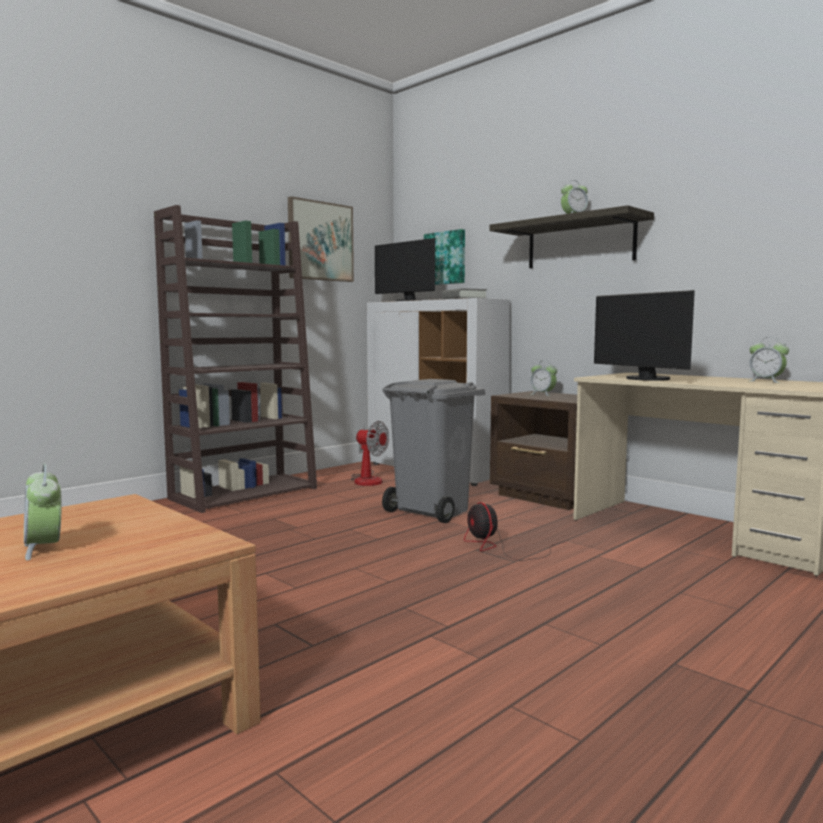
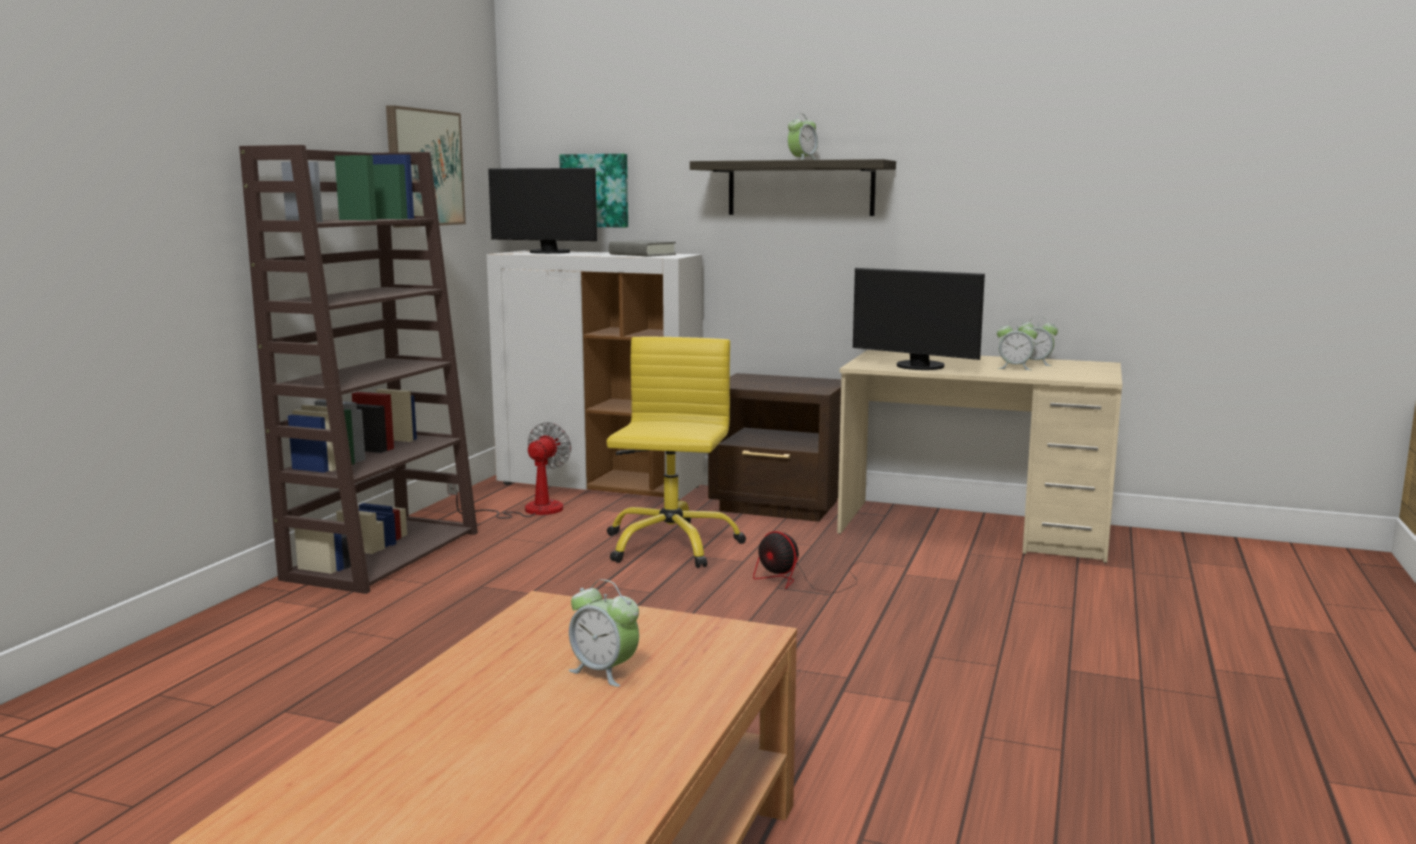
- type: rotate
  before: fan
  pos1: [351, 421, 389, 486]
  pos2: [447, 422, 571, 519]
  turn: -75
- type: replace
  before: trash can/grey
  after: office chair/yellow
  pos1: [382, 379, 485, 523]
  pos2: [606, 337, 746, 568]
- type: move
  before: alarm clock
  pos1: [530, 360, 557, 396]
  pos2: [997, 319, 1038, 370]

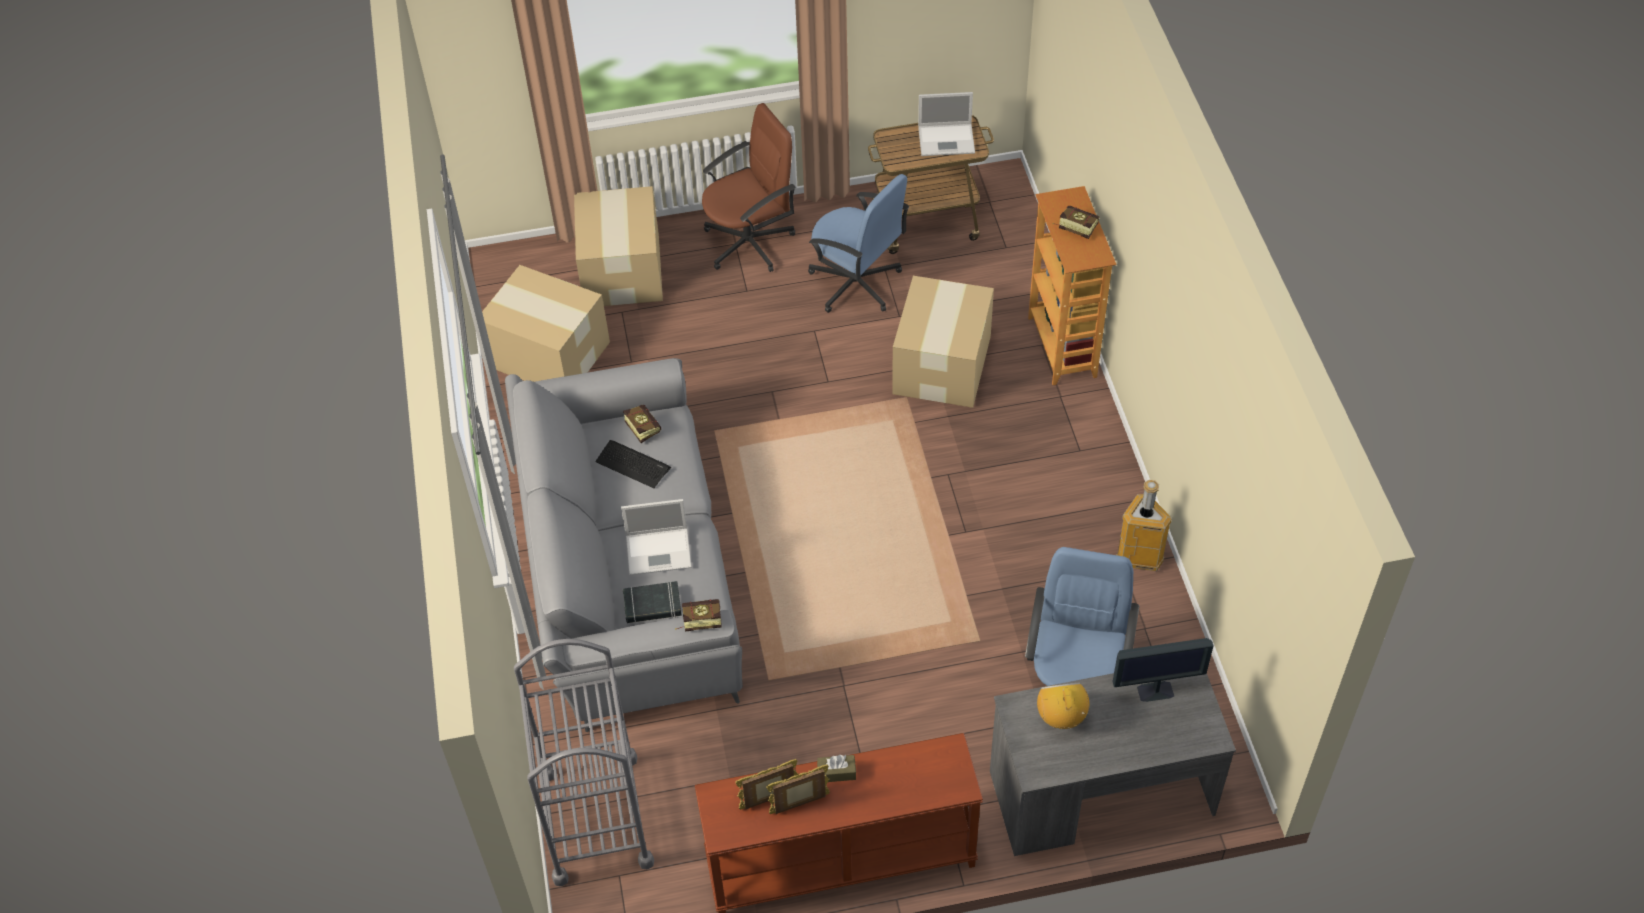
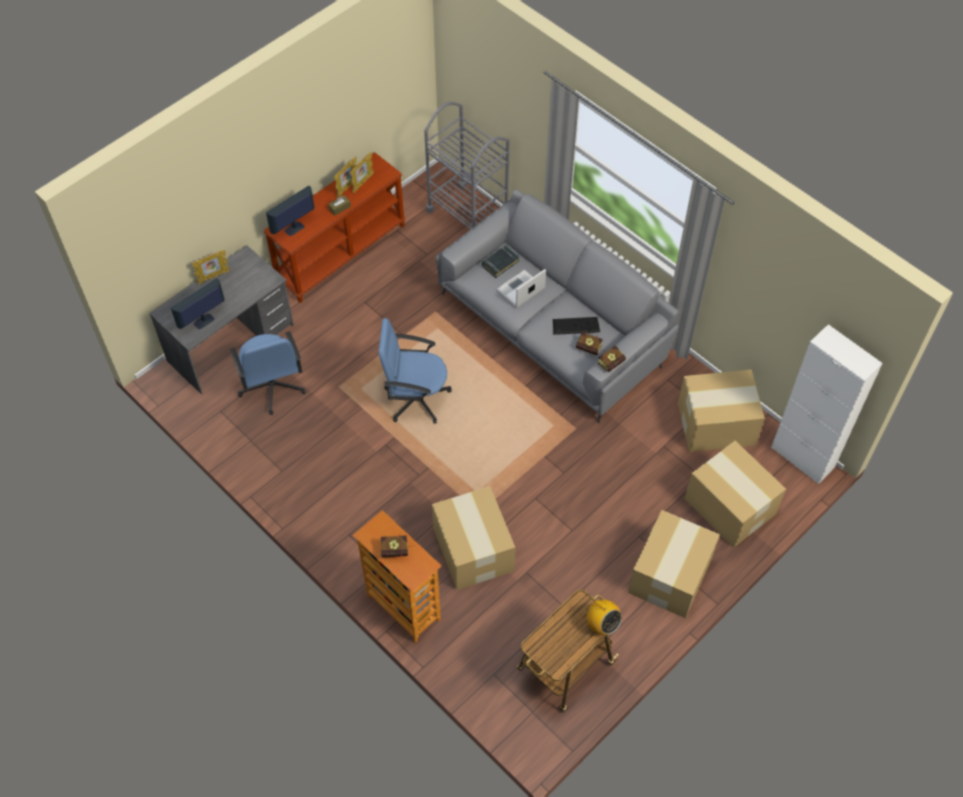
- type: insert
  after: picture frame
  pos2: [192, 250, 230, 284]
- type: insert
  after: monitor
  pos2: [266, 186, 314, 236]
- type: move
  before: office chair/blue
  pos1: [808, 174, 909, 313]
  pos2: [379, 318, 452, 424]
- type: move
  before: radio
  pos1: [1037, 682, 1089, 729]
  pos2: [587, 600, 622, 635]
- type: move
  before: book
  pos1: [675, 599, 722, 631]
  pos2: [598, 345, 626, 372]
- type: replace
  before: office chair/brown
  after: cardboard box
  pos1: [702, 103, 796, 272]
  pos2: [628, 510, 720, 618]
- type: insert
  after: cabinet/white
  pos2: [771, 324, 882, 484]
- type: delete
  before: laptop
  pos1: [918, 92, 975, 156]
- type: delete
  before: trash can
  pos1: [1116, 480, 1172, 571]

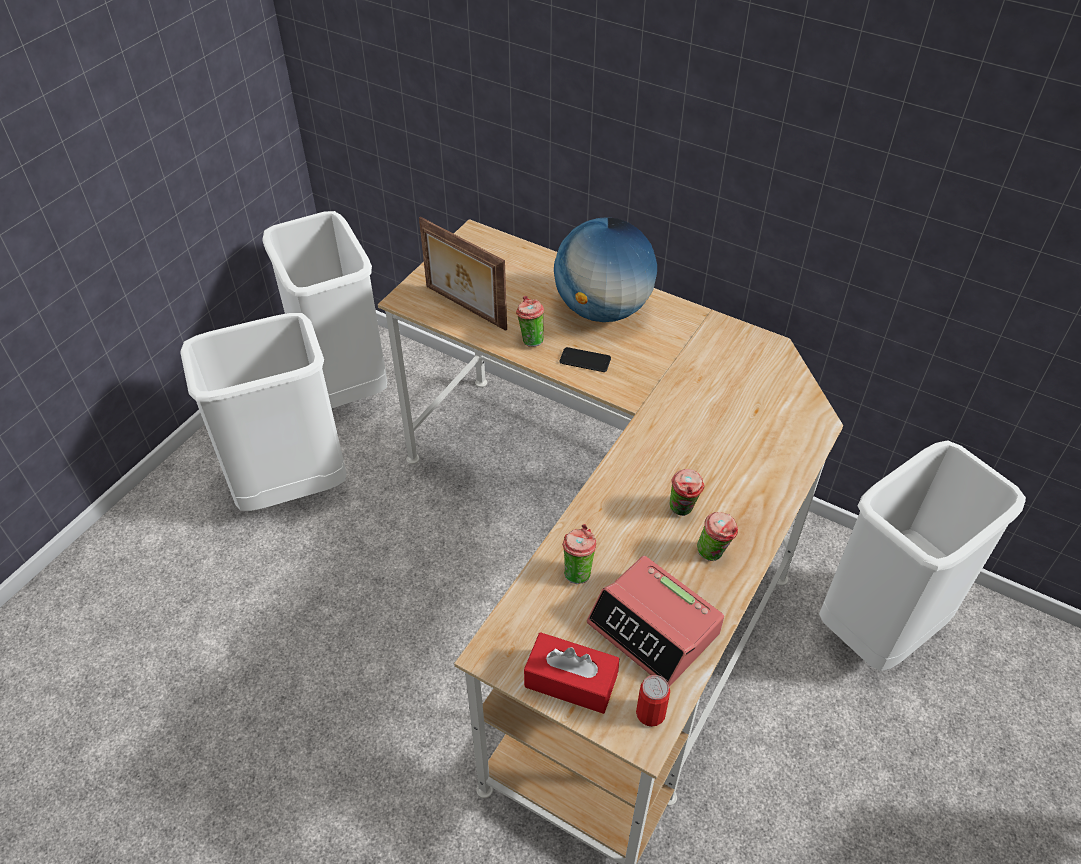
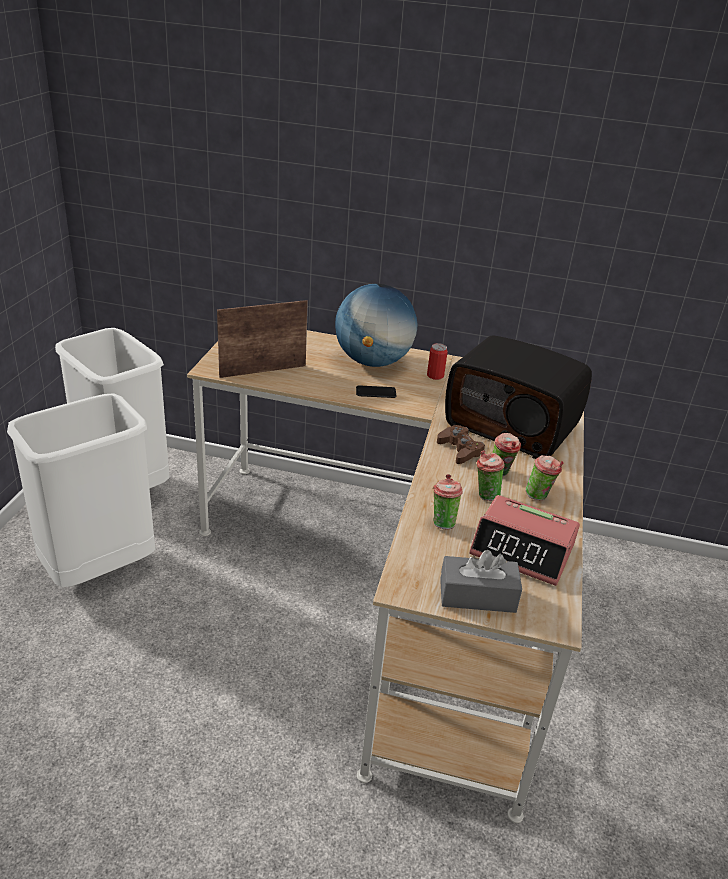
- type: rotate
  before: picture frame
  pos1: [419, 217, 507, 331]
  pos2: [217, 300, 308, 378]
  turn: 135
- type: move
  before: can
  pos1: [636, 675, 670, 727]
  pos2: [427, 343, 448, 380]
- type: insert
  after: game controller/brown
  pos2: [437, 425, 485, 464]
- type: recolor
  before: tissue box/red
  after: tissue box/grey
  pos1: [524, 632, 619, 714]
  pos2: [440, 550, 522, 613]
- type: insert
  after: radio
  pos2: [445, 336, 592, 459]
- type: move
  before: cup
  pos1: [516, 296, 544, 347]
  pos2: [477, 450, 505, 501]
- type: delete
  before: trash can/white
  pos1: [819, 440, 1026, 671]

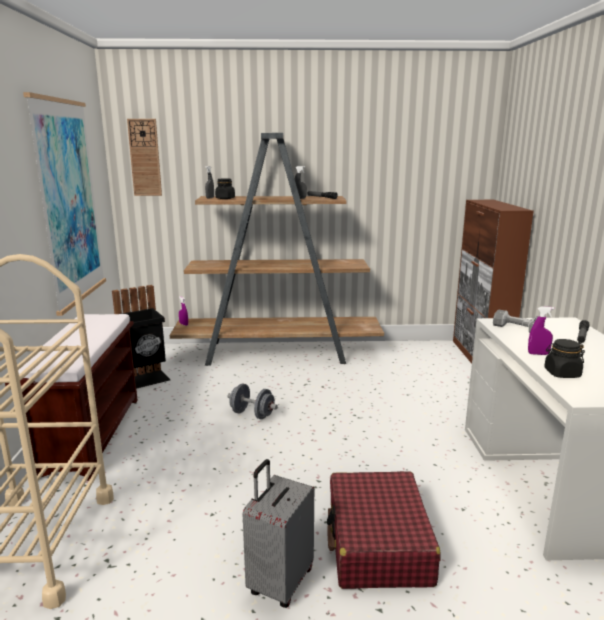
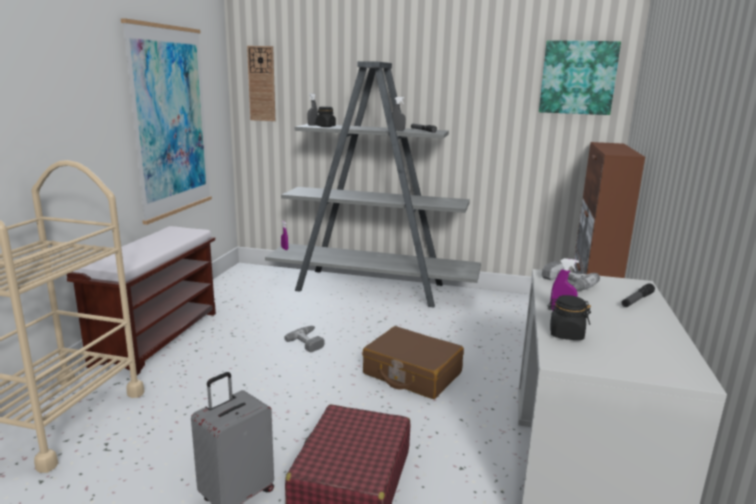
- type: recolor
  before: bookcase/brown
  after: bookcase/grey
  pos1: [170, 133, 384, 366]
  pos2: [265, 61, 481, 308]
- type: replace
  before: dumbbell/grey
  after: power drill
  pos1: [227, 384, 278, 419]
  pos2: [284, 326, 324, 353]
- type: insert
  after: suitcase/brown
  pos2: [362, 326, 464, 399]
- type: insert
  after: picture
  pos2: [539, 40, 621, 115]
- type: delete
  before: trash can/black
  pos1: [112, 285, 170, 389]

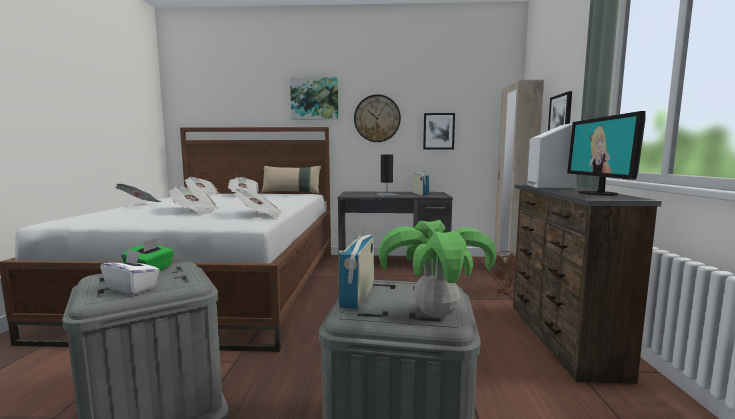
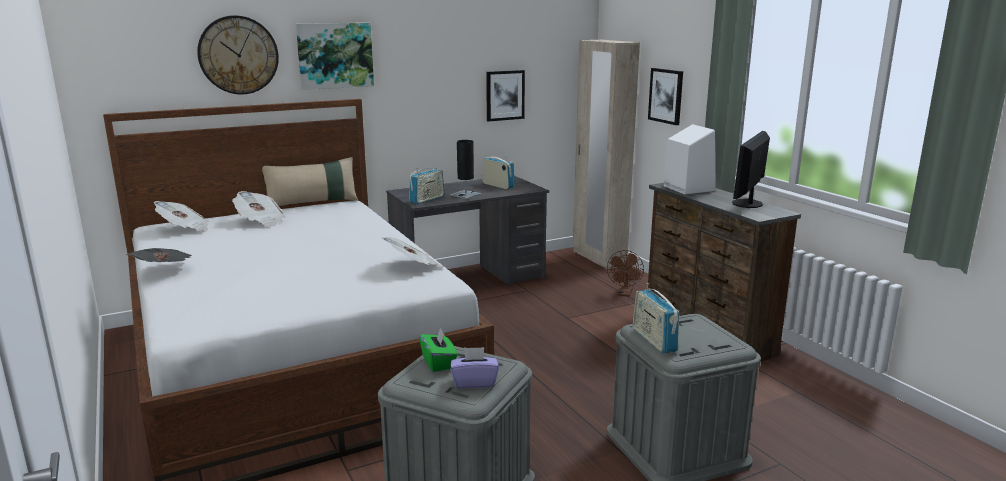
- type: move
  before: wall clock
  pos1: [354, 94, 401, 142]
  pos2: [197, 15, 279, 94]
- type: insert
  after: radio
  pos2: [409, 168, 444, 204]
- type: recolor
  before: tissue box/white
  after: tissue box/purple
  pos1: [100, 250, 160, 295]
  pos2: [451, 347, 499, 388]
- type: rotate
  before: monitor
  pos1: [567, 111, 646, 196]
  pos2: [732, 131, 770, 208]
  turn: 60
- type: delete
  before: newspaper
  pos1: [169, 186, 218, 214]
- type: delete
  before: potted plant
  pos1: [379, 220, 496, 318]

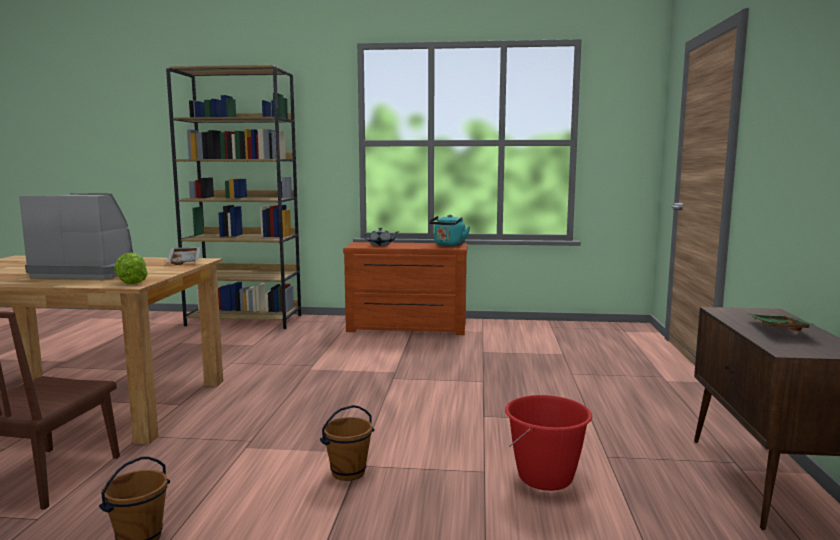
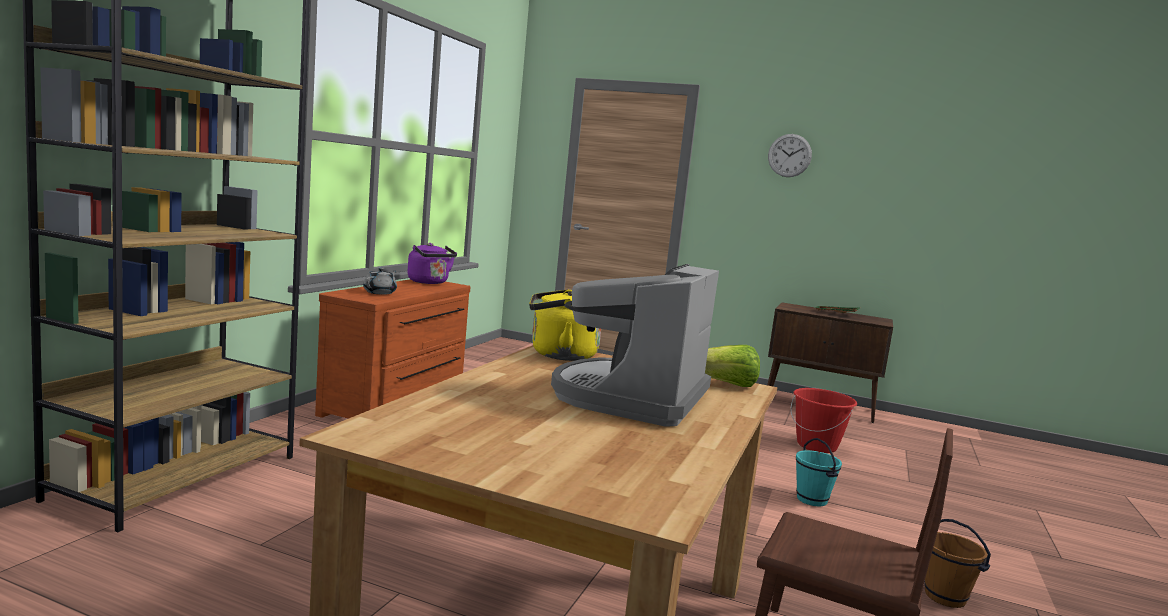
- type: recolor
  before: kettle/turquoise
  after: kettle/purple
  pos1: [429, 215, 470, 246]
  pos2: [408, 243, 457, 284]
- type: replace
  before: tray/grey
  after: kettle/yellow
  pos1: [166, 247, 201, 265]
  pos2: [529, 289, 601, 361]
- type: insert
  after: wall clock
  pos2: [768, 134, 812, 177]
- type: recolor
  before: bucket/brown
  after: bucket/turquoise
  pos1: [320, 405, 374, 481]
  pos2: [796, 438, 842, 506]

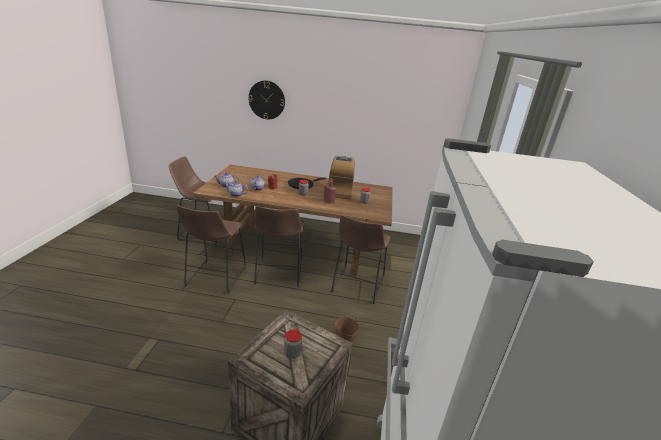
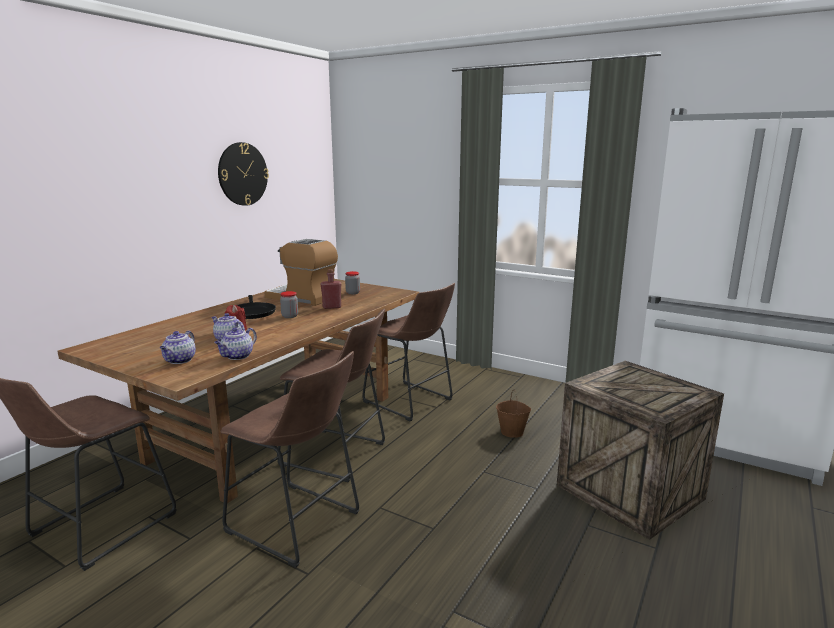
- type: move
  before: wall clock
  pos1: [248, 81, 285, 120]
  pos2: [218, 142, 269, 206]
- type: delete
  before: jar
  pos1: [284, 330, 302, 359]

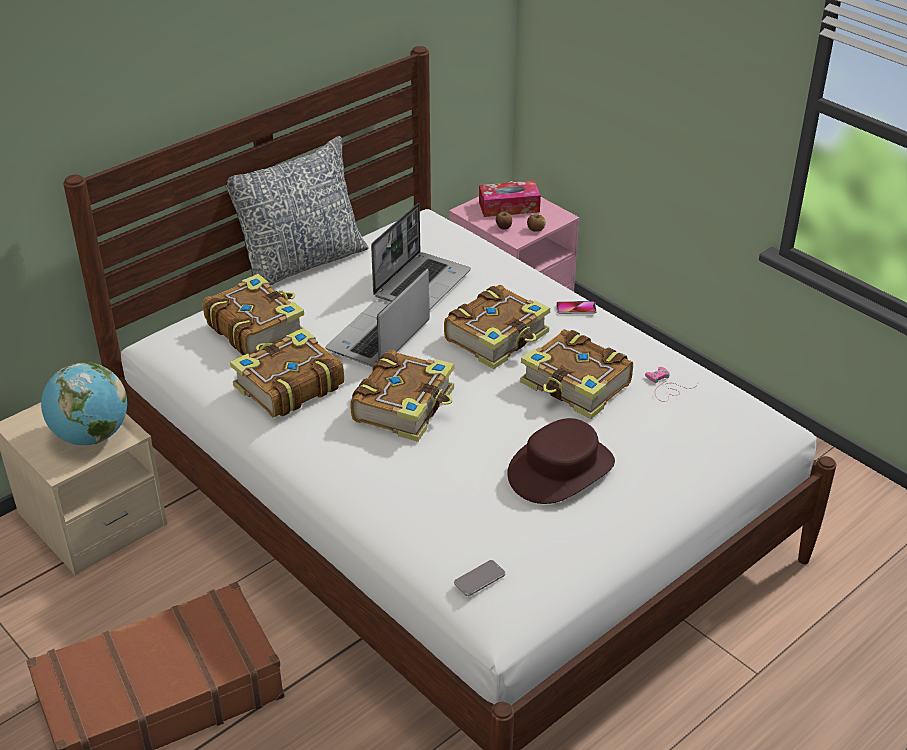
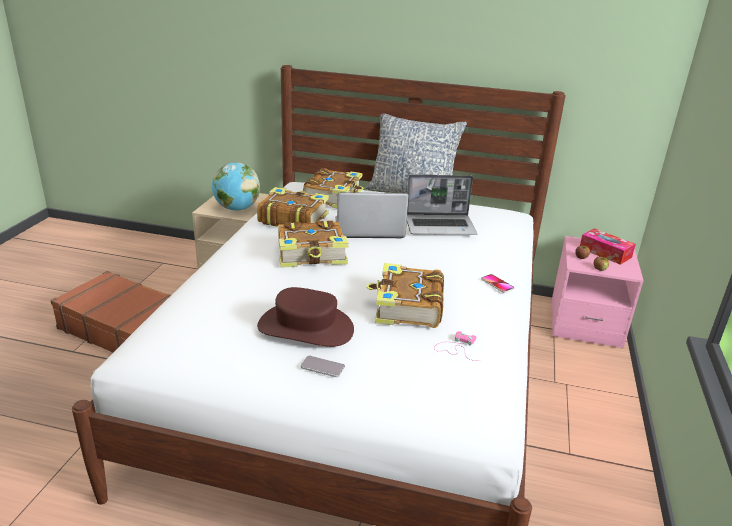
- type: move
  before: phone
  pos1: [454, 560, 506, 596]
  pos2: [301, 355, 345, 377]
- type: delete
  before: book
  pos1: [444, 285, 550, 369]

